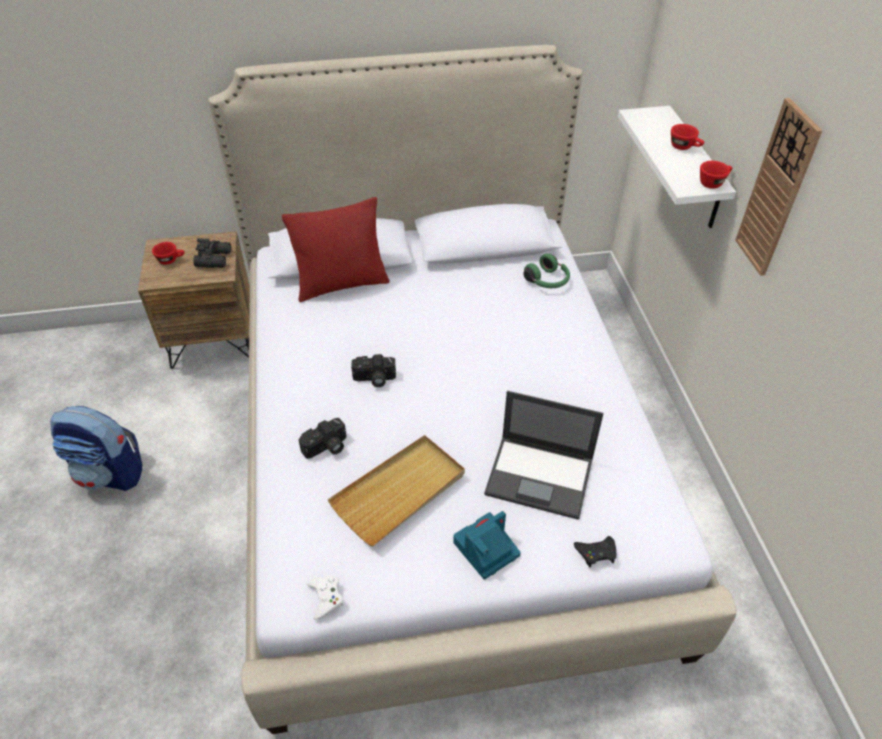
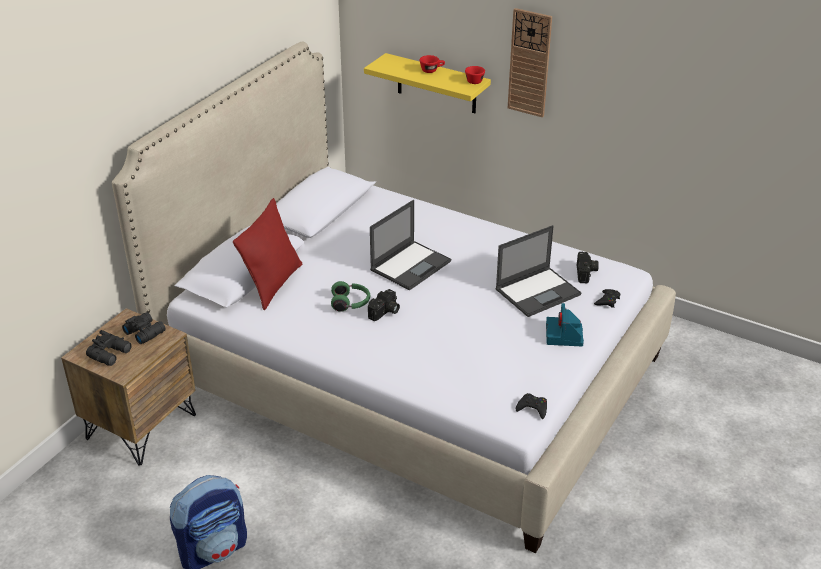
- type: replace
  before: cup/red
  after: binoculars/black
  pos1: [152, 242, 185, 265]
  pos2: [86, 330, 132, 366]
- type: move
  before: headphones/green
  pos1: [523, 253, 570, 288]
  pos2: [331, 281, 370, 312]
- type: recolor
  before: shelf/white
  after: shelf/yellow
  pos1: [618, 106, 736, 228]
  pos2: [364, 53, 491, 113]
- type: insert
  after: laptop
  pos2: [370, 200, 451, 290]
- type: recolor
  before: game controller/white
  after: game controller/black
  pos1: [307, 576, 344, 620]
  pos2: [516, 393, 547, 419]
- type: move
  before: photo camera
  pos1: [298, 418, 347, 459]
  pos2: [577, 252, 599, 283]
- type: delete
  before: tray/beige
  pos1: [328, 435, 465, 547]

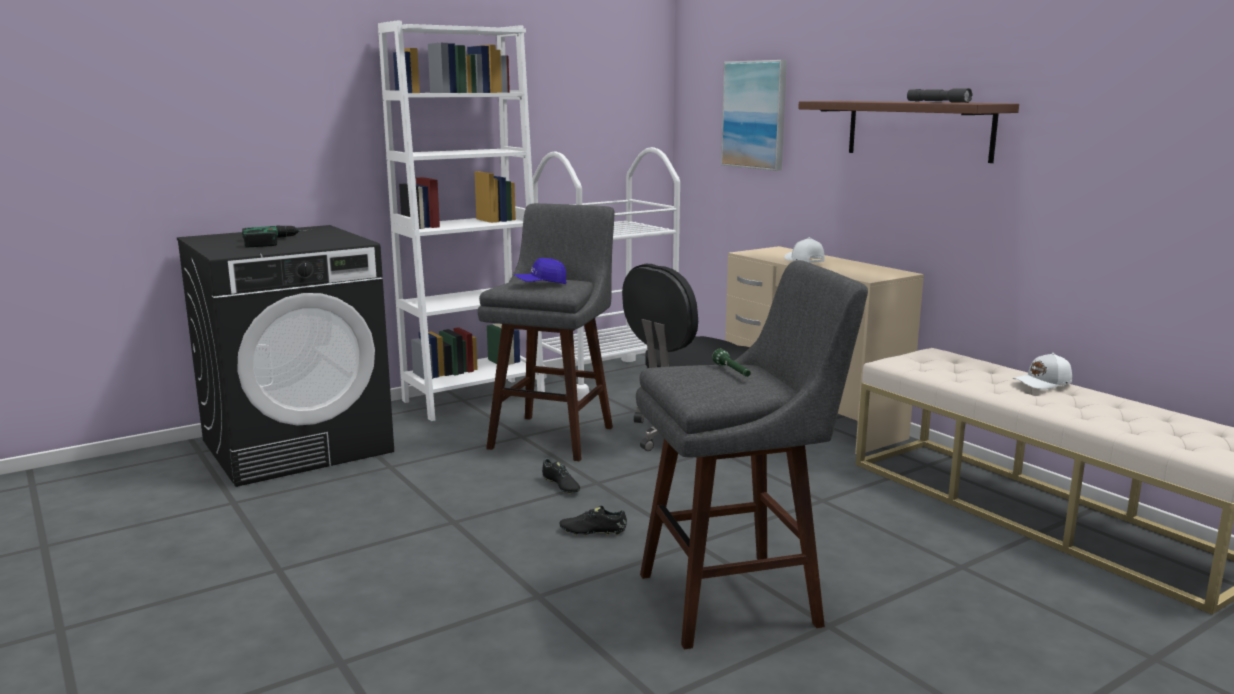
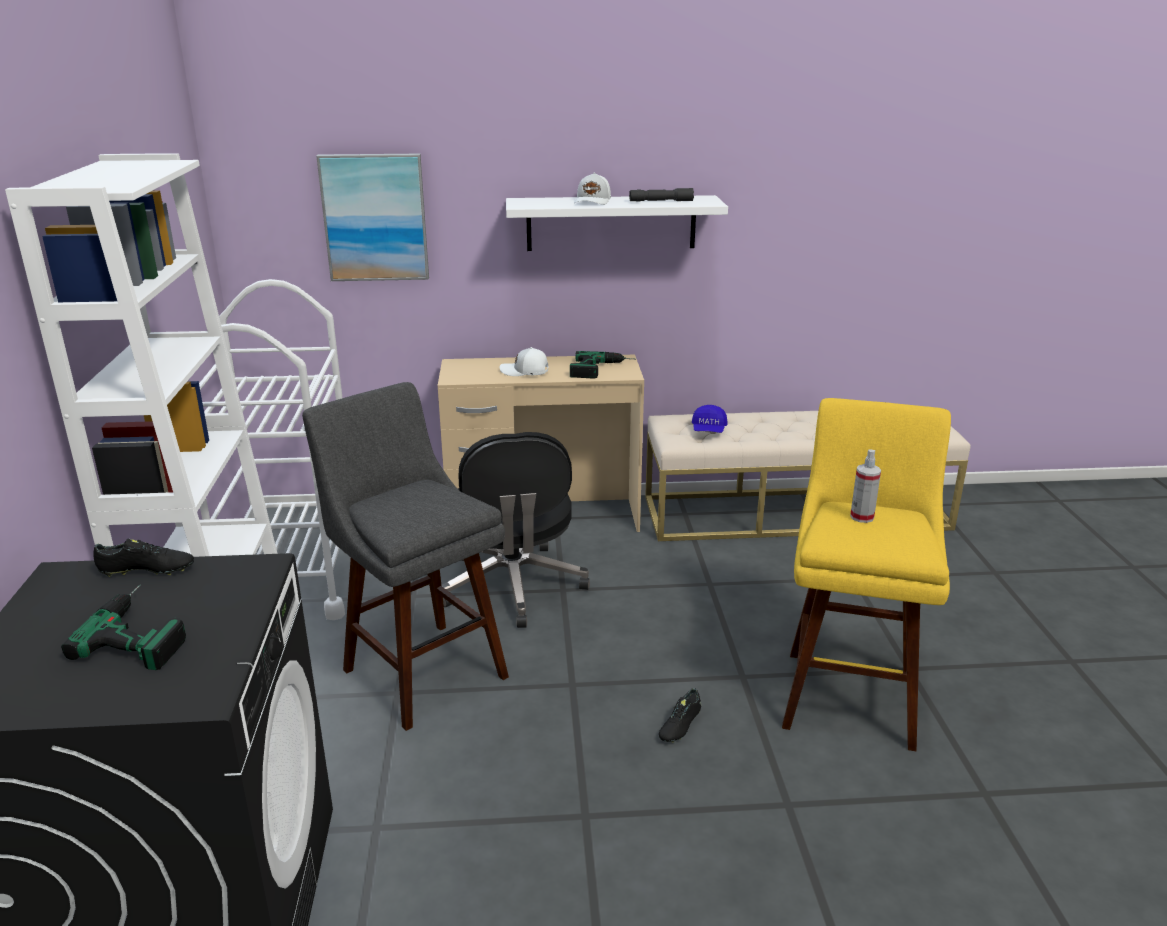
- type: move
  before: shoe/black
  pos1: [542, 458, 580, 494]
  pos2: [94, 539, 194, 577]
- type: recolor
  before: shelf/brown
  after: shelf/white
  pos1: [798, 101, 1019, 163]
  pos2: [506, 195, 728, 251]
- type: insert
  after: power drill
  pos2: [570, 351, 633, 379]
- type: move
  before: cap/white
  pos1: [1012, 353, 1072, 389]
  pos2: [574, 172, 611, 205]
- type: move
  before: cap/blue
  pos1: [514, 258, 566, 284]
  pos2: [692, 405, 728, 433]
- type: recolor
  before: stool/grey
  after: stool/yellow
  pos1: [636, 260, 868, 650]
  pos2: [782, 398, 951, 751]
- type: replace
  before: flashlight/green
  after: spray bottle
  pos1: [712, 349, 751, 377]
  pos2: [850, 449, 881, 523]

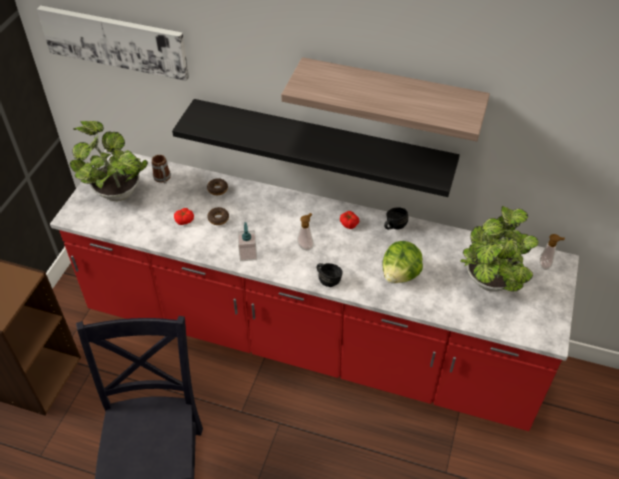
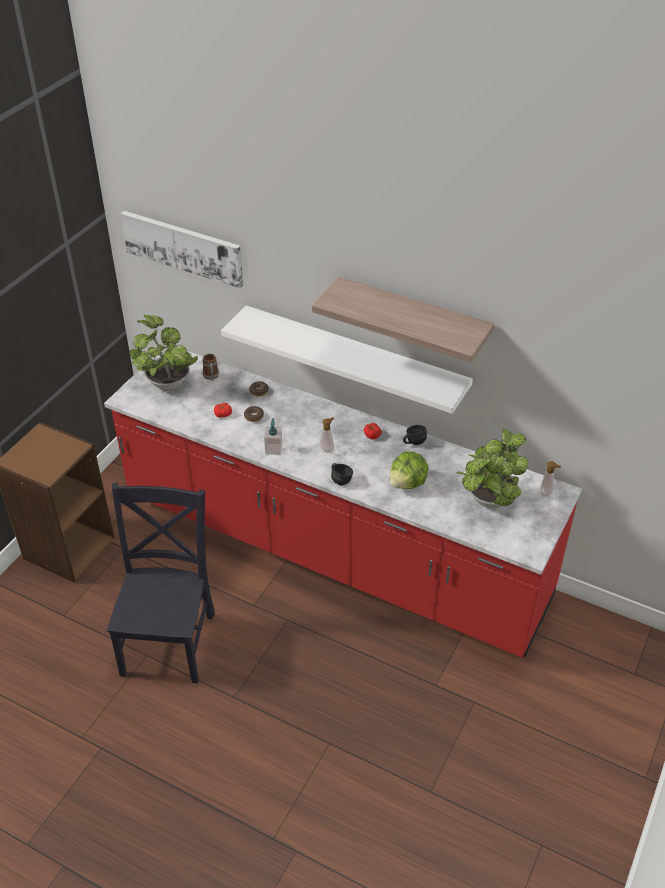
- type: recolor
  before: shelf/black
  after: shelf/white
  pos1: [172, 99, 460, 197]
  pos2: [221, 305, 473, 414]

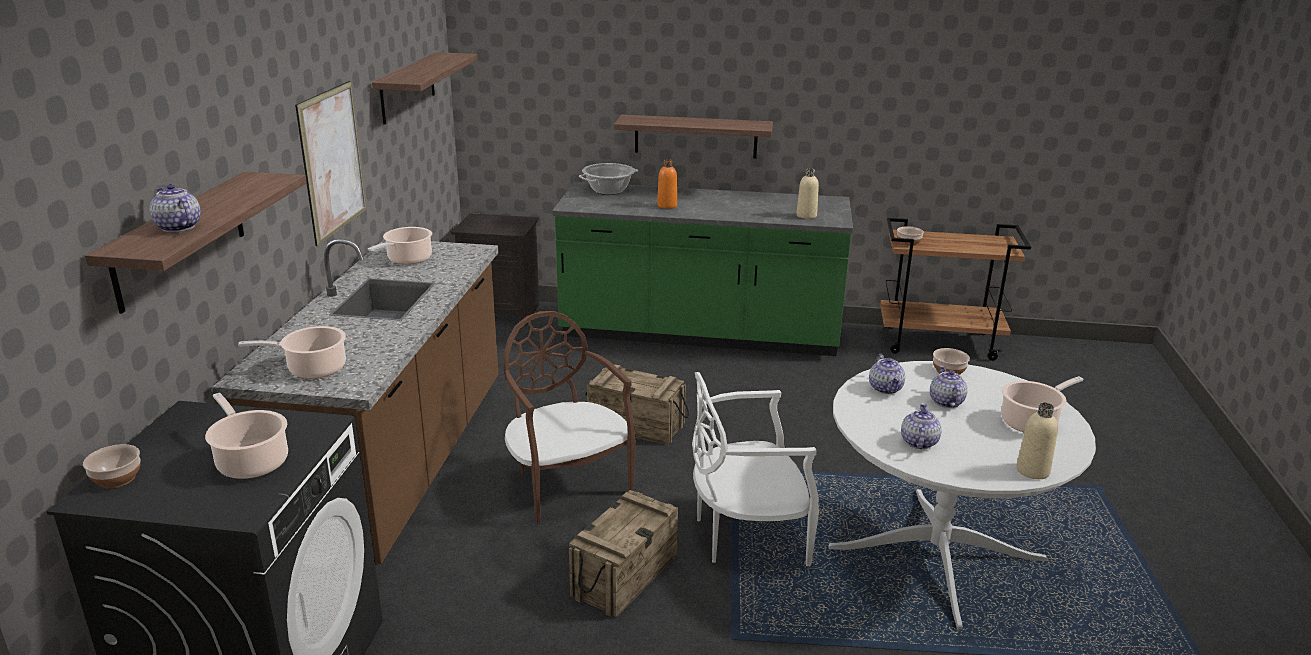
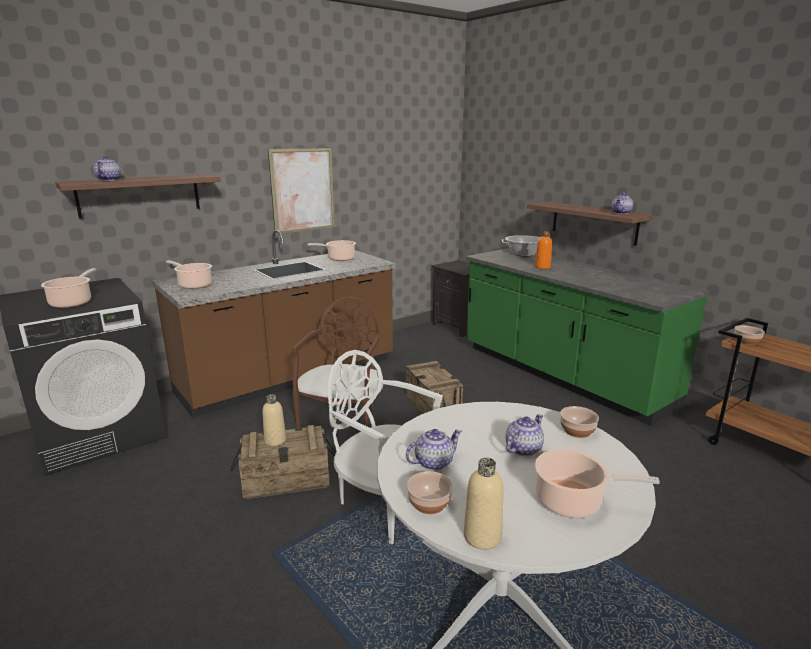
- type: move
  before: bottle/beige
  pos1: [796, 169, 819, 219]
  pos2: [262, 394, 286, 446]
- type: move
  before: bowl
  pos1: [83, 444, 141, 488]
  pos2: [407, 471, 453, 514]
- type: move
  before: teapot
  pos1: [869, 354, 905, 394]
  pos2: [611, 192, 633, 214]
- type: delete
  before: shelf
  pos1: [372, 52, 477, 125]

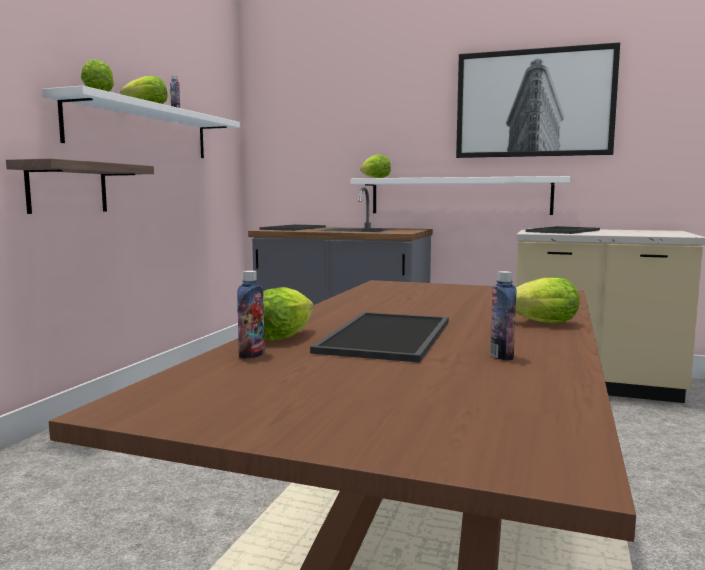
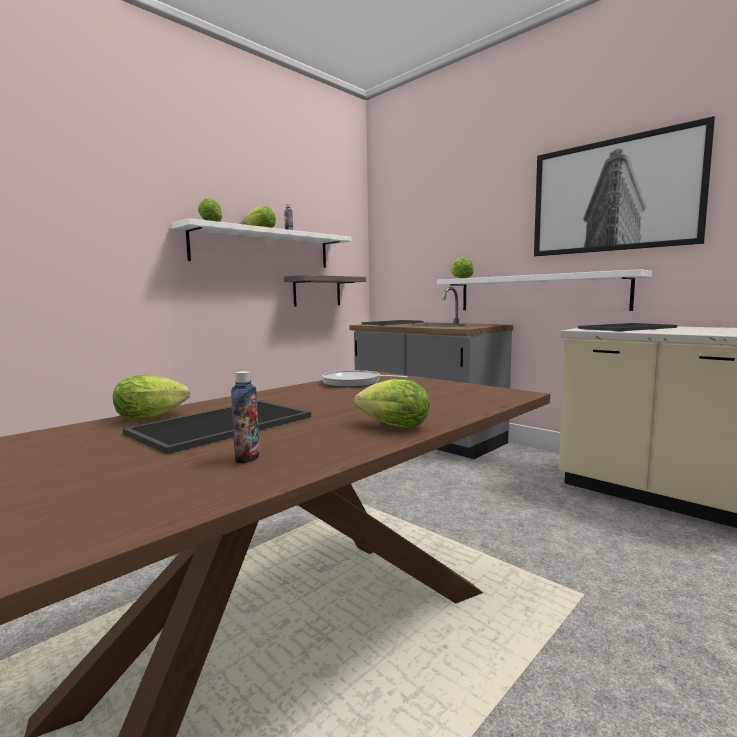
- type: move
  before: shelf
  pos1: [6, 158, 154, 214]
  pos2: [284, 275, 366, 307]
- type: insert
  after: frying pan
  pos2: [322, 370, 408, 388]
- type: delete
  before: bottle
  pos1: [237, 270, 265, 359]

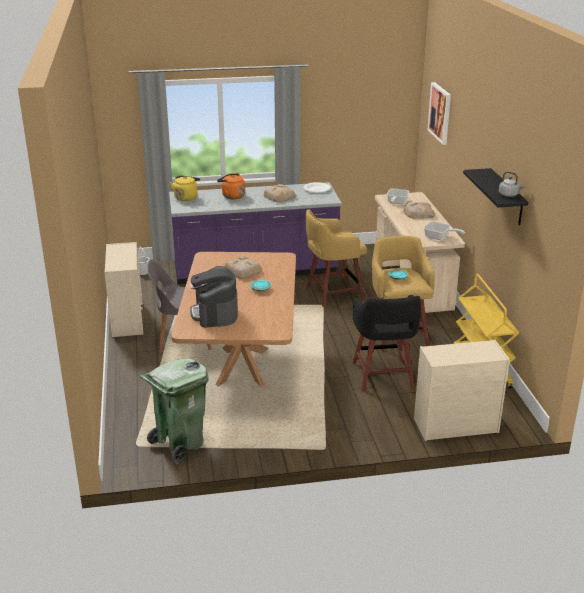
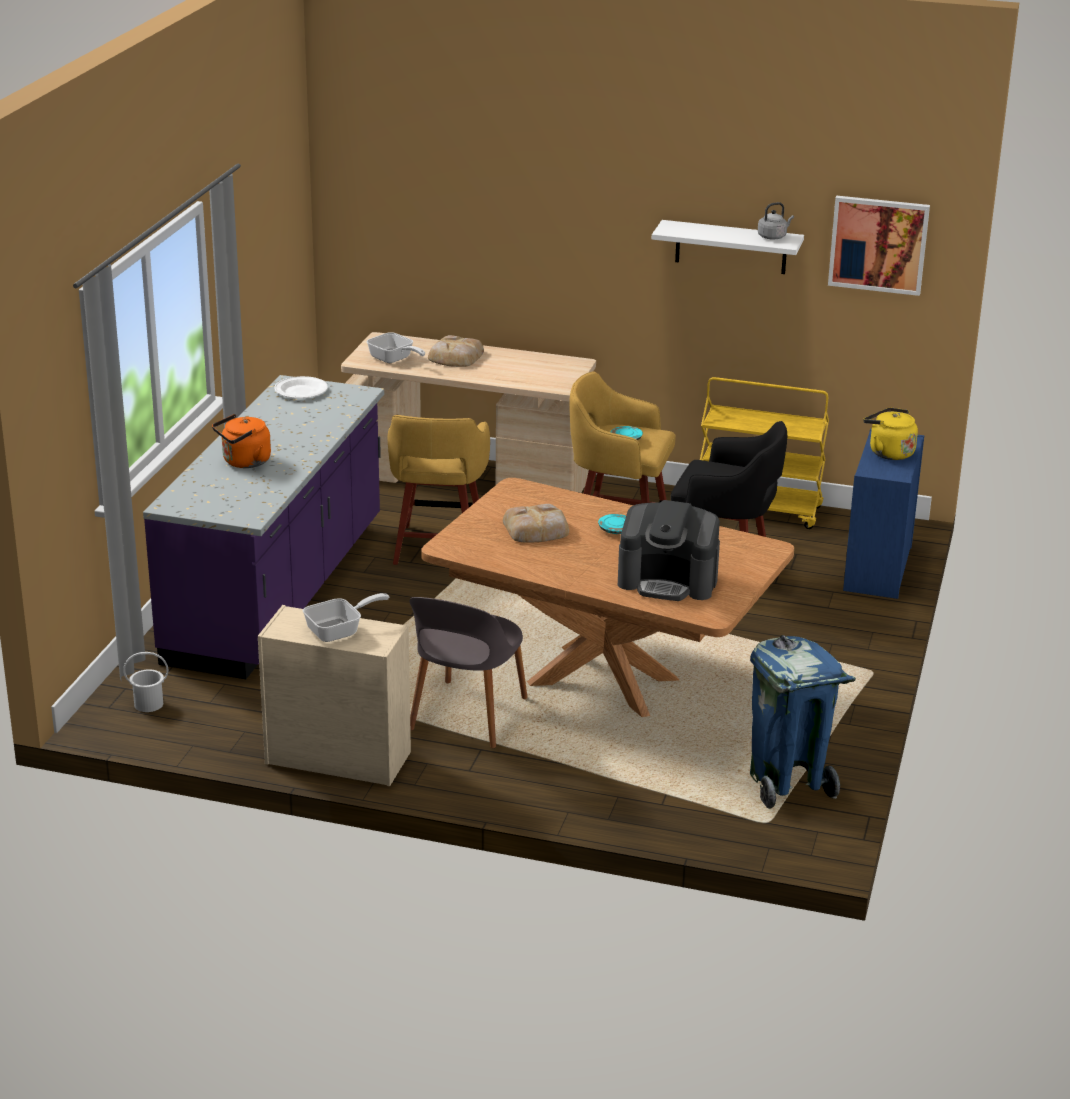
- type: move
  before: frying pan
  pos1: [424, 221, 465, 240]
  pos2: [303, 593, 389, 642]
- type: recolor
  before: shelf/black
  after: shelf/white
  pos1: [463, 168, 528, 225]
  pos2: [652, 220, 804, 274]
- type: recolor
  before: trash can/green
  after: trash can/blue
  pos1: [140, 359, 209, 464]
  pos2: [750, 635, 856, 809]
- type: move
  before: picture
  pos1: [428, 82, 451, 145]
  pos2: [828, 196, 930, 296]
- type: recolor
  before: dresser/beige
  after: dresser/blue
  pos1: [414, 340, 510, 441]
  pos2: [843, 429, 924, 599]
- type: move
  before: kettle/yellow
  pos1: [170, 175, 200, 201]
  pos2: [863, 408, 918, 460]
- type: delete
  before: bread
  pos1: [264, 184, 296, 202]

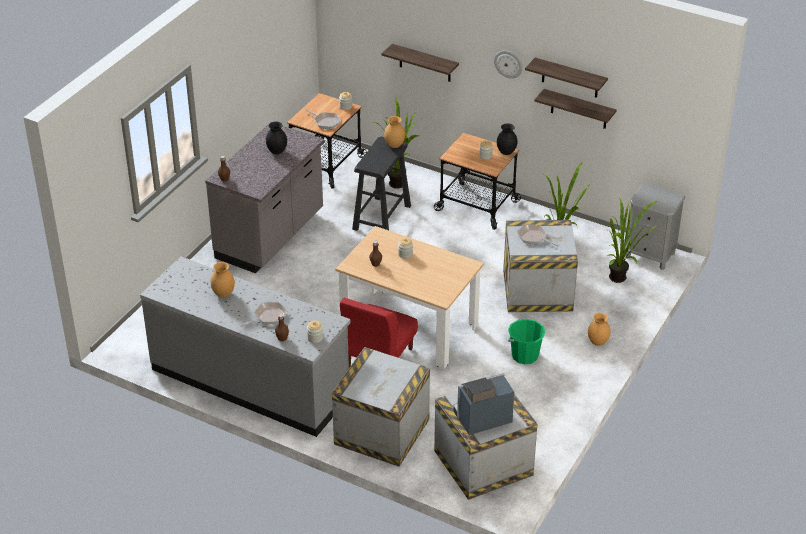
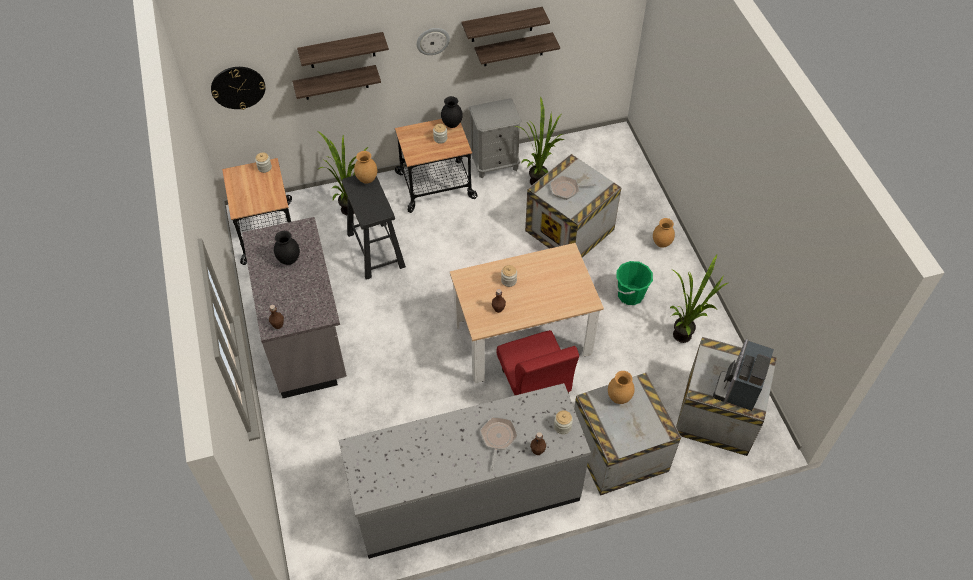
- type: insert
  after: wall clock
  pos2: [211, 67, 265, 110]
- type: insert
  after: shelf
  pos2: [297, 32, 389, 68]
- type: move
  before: nightstand/grey
  pos1: [625, 183, 686, 270]
  pos2: [469, 98, 522, 178]
- type: move
  before: vase/brown
  pos1: [210, 262, 235, 297]
  pos2: [608, 371, 635, 404]
- type: move
  before: potted plant
  pos1: [608, 198, 657, 283]
  pos2: [670, 255, 728, 343]
- type: delete
  before: frying pan
  pos1: [305, 110, 341, 129]

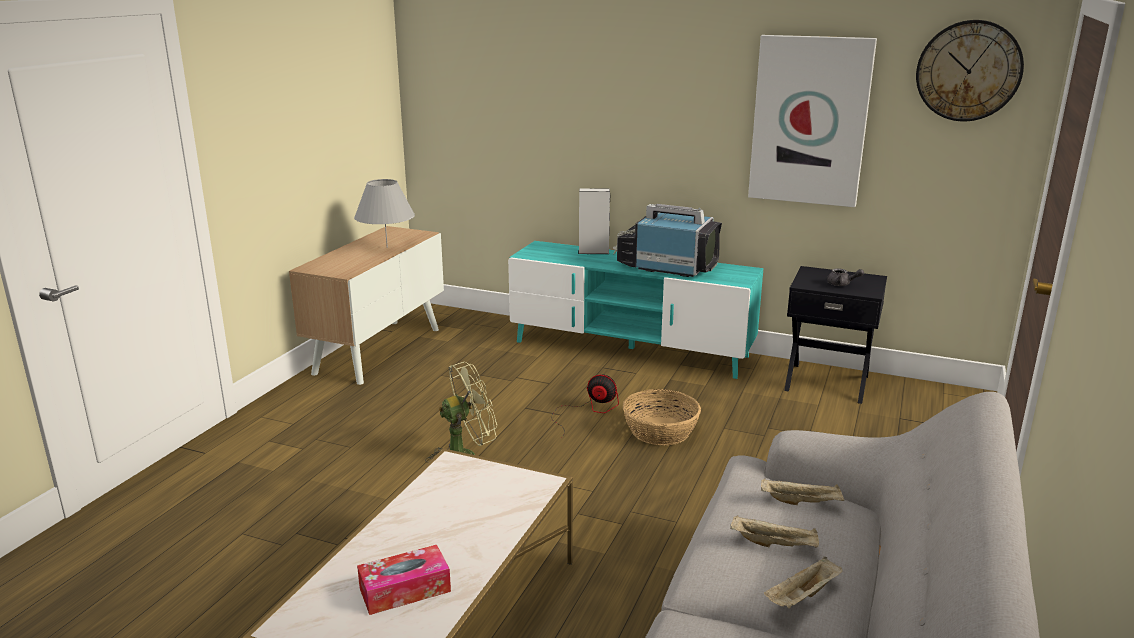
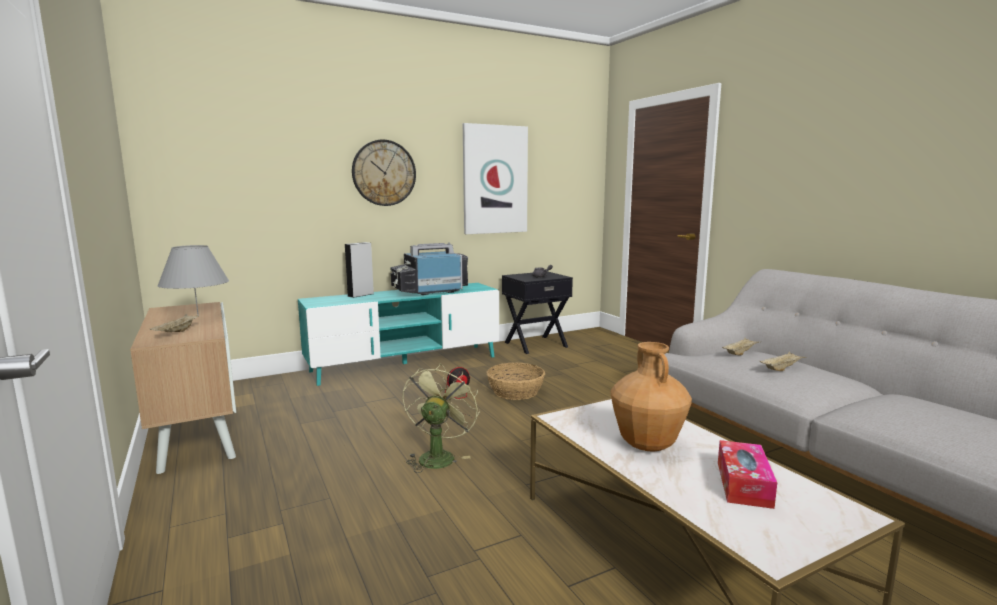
- type: move
  before: tray/beige
  pos1: [764, 557, 843, 608]
  pos2: [149, 314, 198, 332]
- type: move
  before: wall clock
  pos1: [916, 20, 1024, 121]
  pos2: [352, 140, 416, 206]
- type: insert
  after: vase/brown
  pos2: [611, 342, 692, 452]

